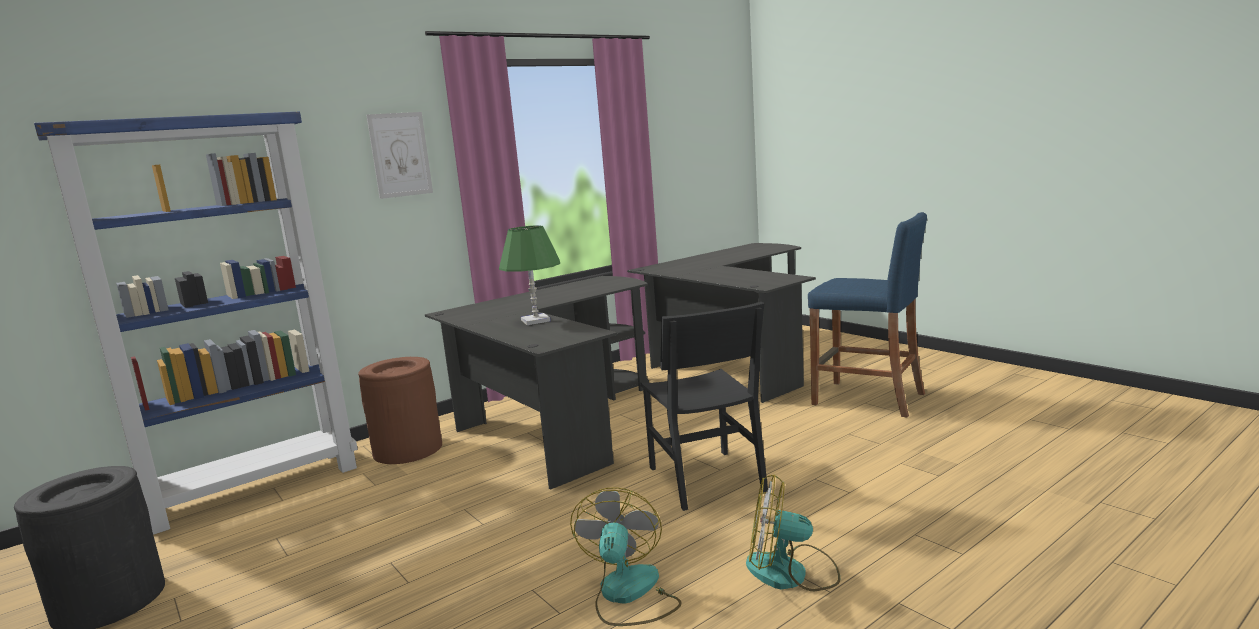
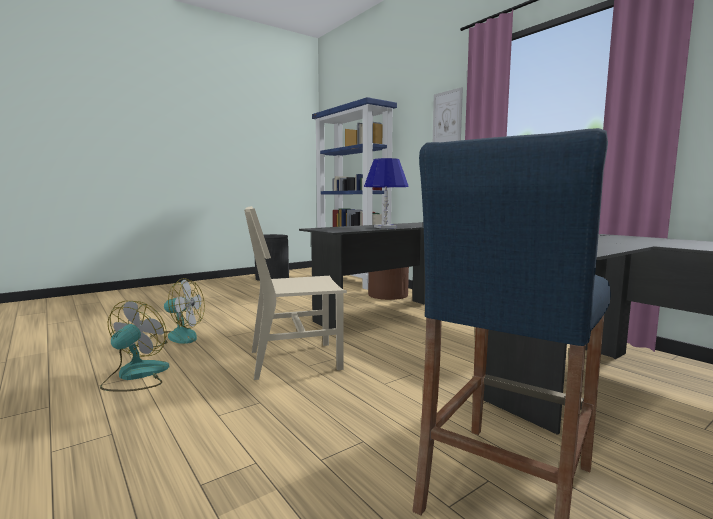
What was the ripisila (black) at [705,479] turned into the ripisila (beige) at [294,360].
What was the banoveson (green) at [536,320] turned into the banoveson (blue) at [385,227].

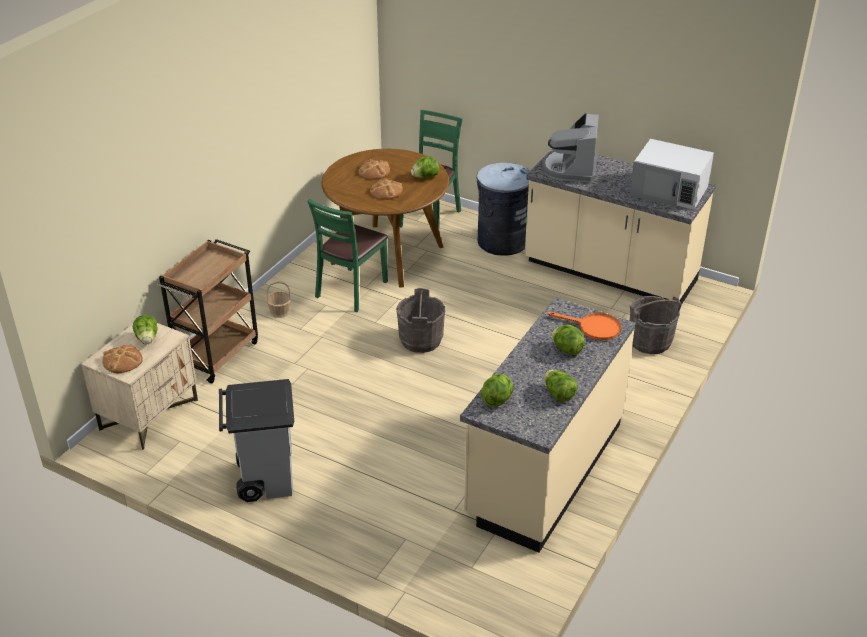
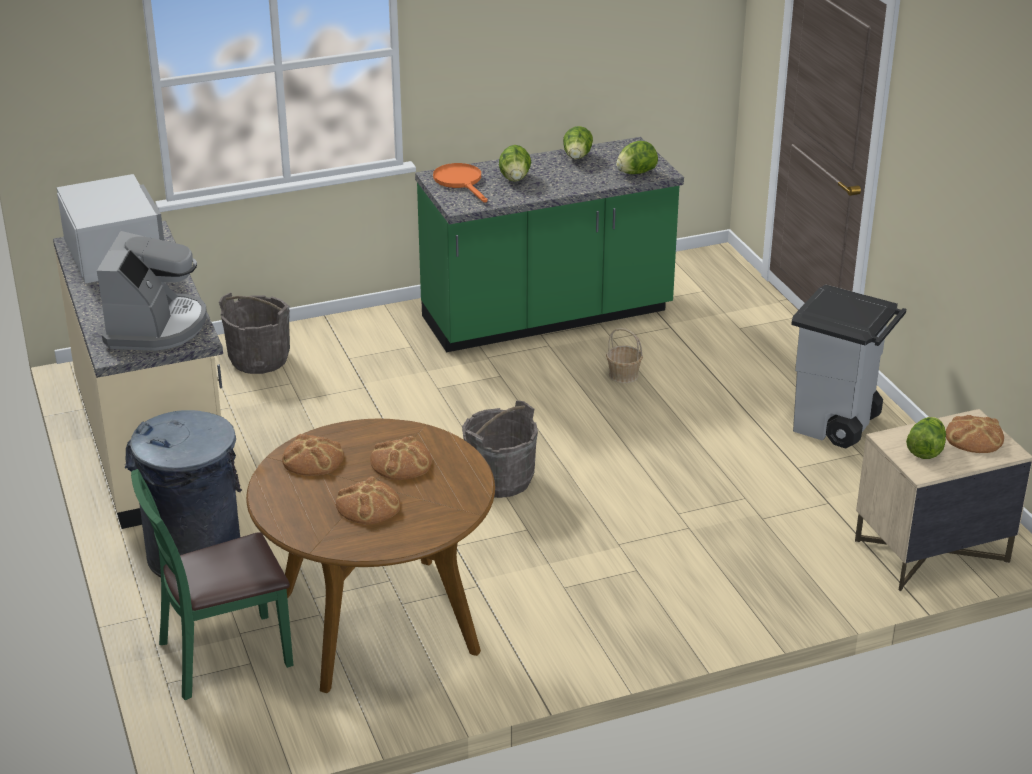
The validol at [571,168] ended up facing another way, 45 degrees counterclockwise from before.
Where the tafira stood at [425,177], the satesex came to stand at [313,458].
What was the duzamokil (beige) at [543,470] turned into the duzamokil (green) at [547,317].
The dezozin ended up elsewhere, having gone from [279,311] to [623,375].
The second view lost the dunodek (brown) at [217,353].
The second view lost the ripisila (green) at [351,290].

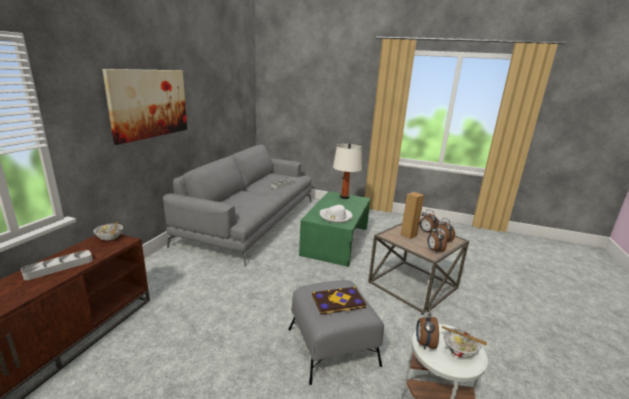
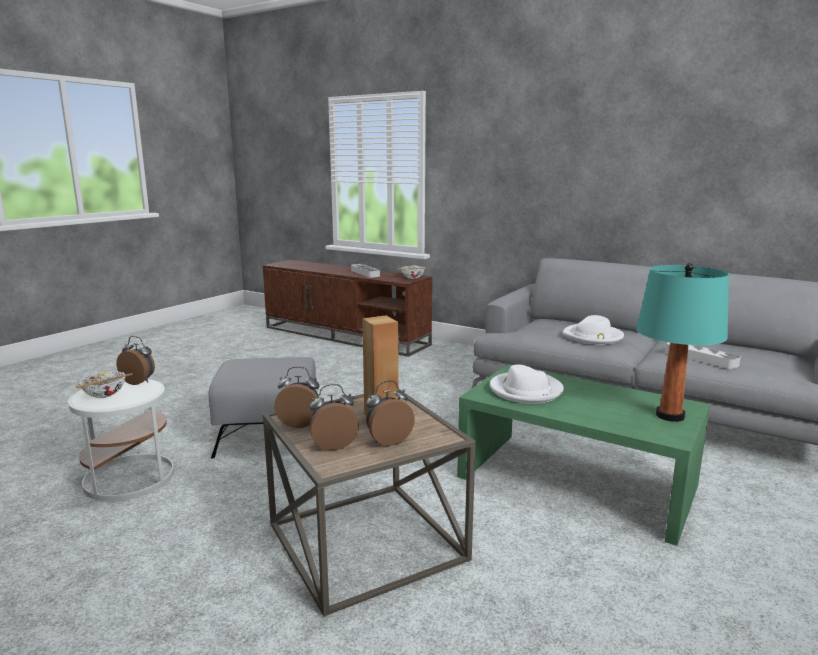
The second view gained the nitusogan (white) at [593,337].
What was the banoveson (white) at [344,197] turned into the banoveson (turquoise) at [669,416].
The second view lost the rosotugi at [149,103].
The second view lost the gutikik at [338,302].

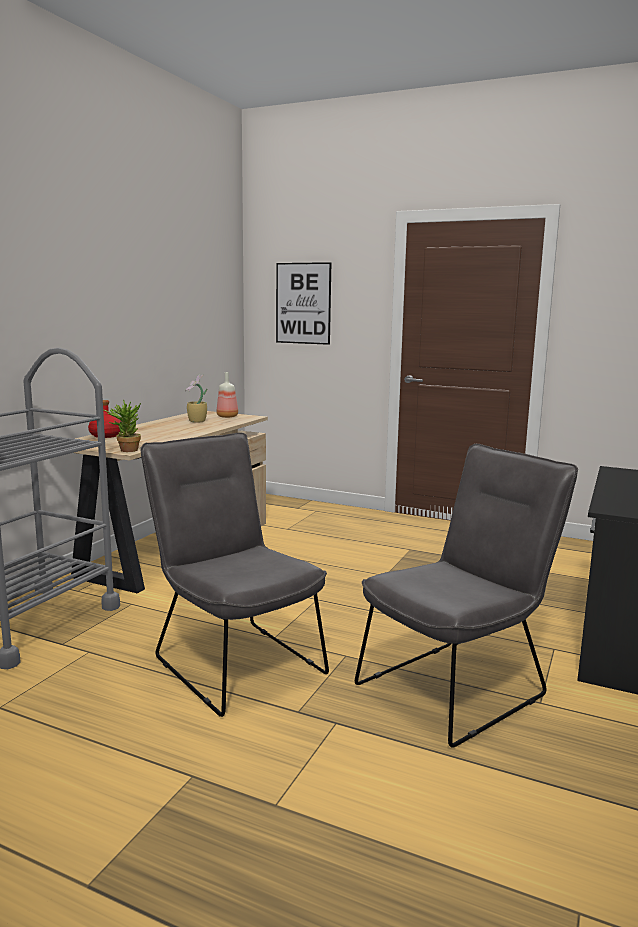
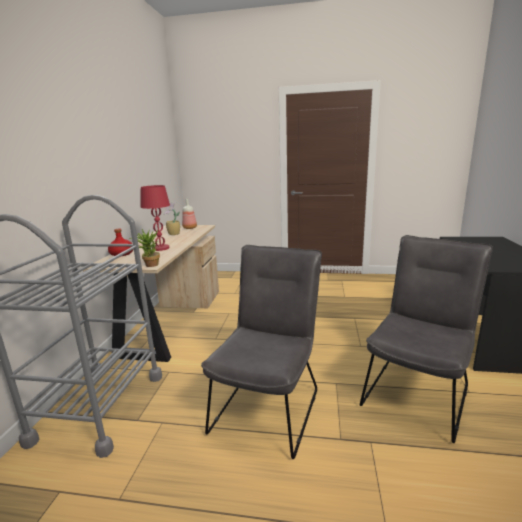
The second view gained the banoveson (red) at [160,248].
The ripisila (grey) at [233,660] ended up facing another way, 75 degrees clockwise from before.
The second view lost the rosotugi at [303,303].

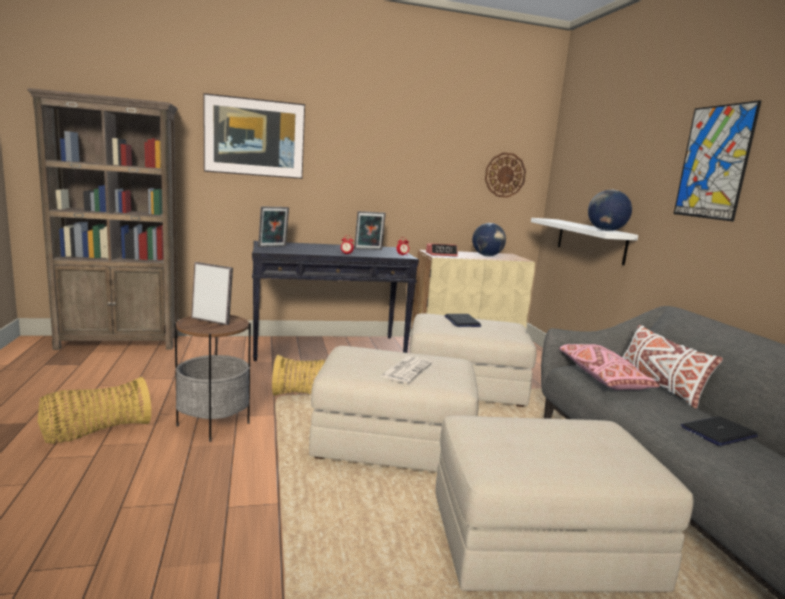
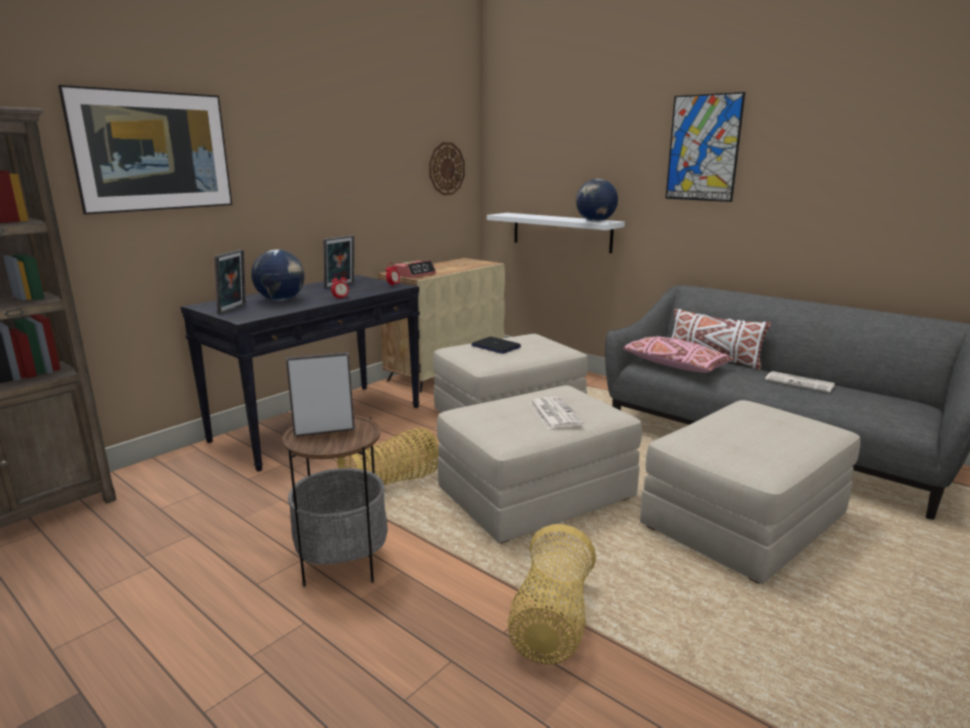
The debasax ended up elsewhere, having gone from [487,256] to [281,300].
The dezozin ended up elsewhere, having gone from [95,433] to [551,622].
Where the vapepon stood at [718,432], the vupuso came to stand at [800,383].

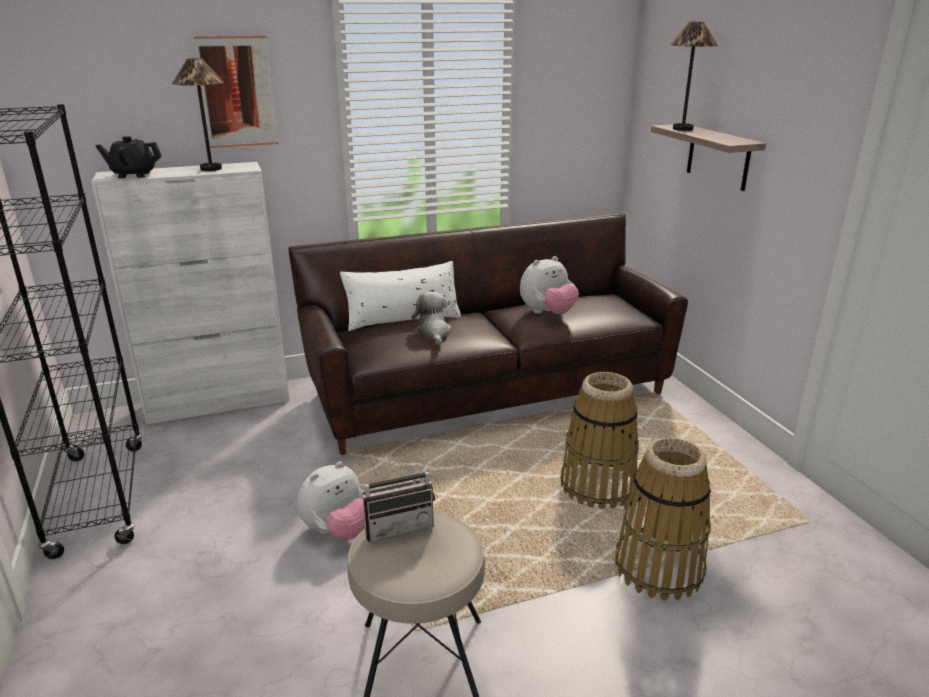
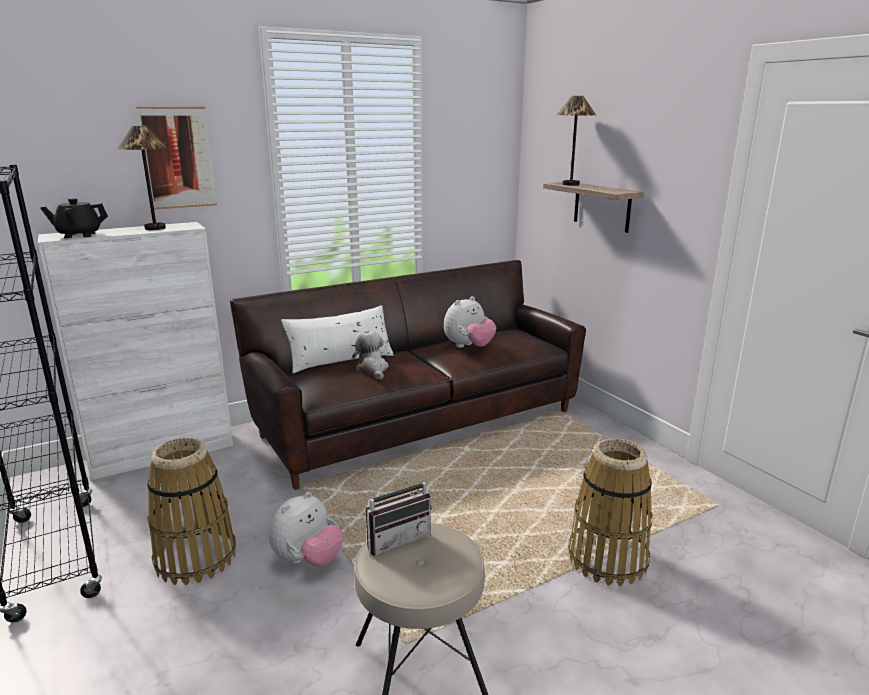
The dezozin ended up elsewhere, having gone from [598,486] to [196,557].

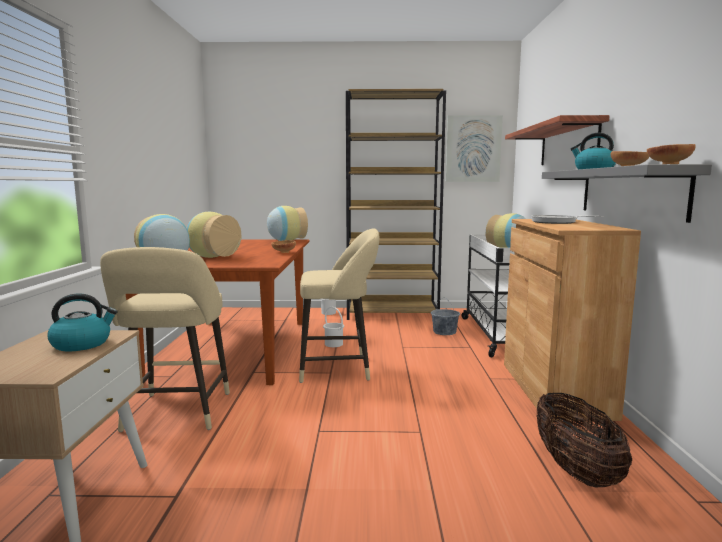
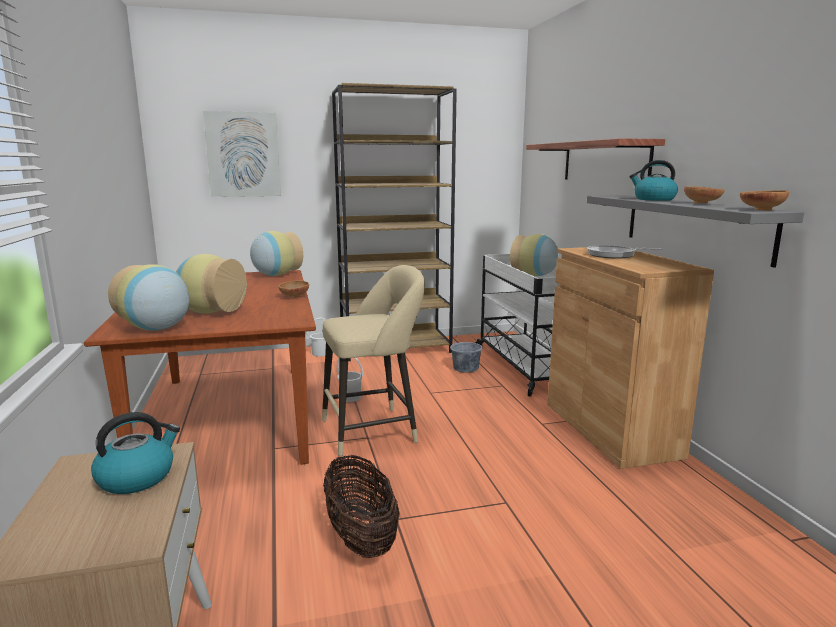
The rosotugi ended up elsewhere, having gone from [473,149] to [243,154].
The dezozin ended up elsewhere, having gone from [575,470] to [361,538].
The second view lost the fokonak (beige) at [176,414].

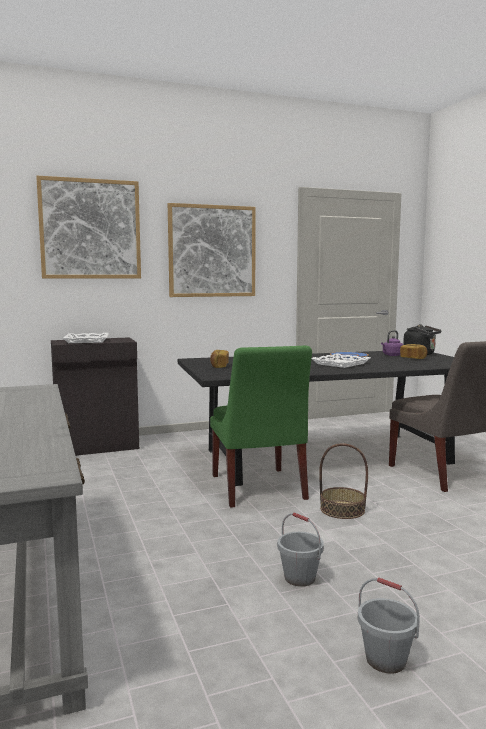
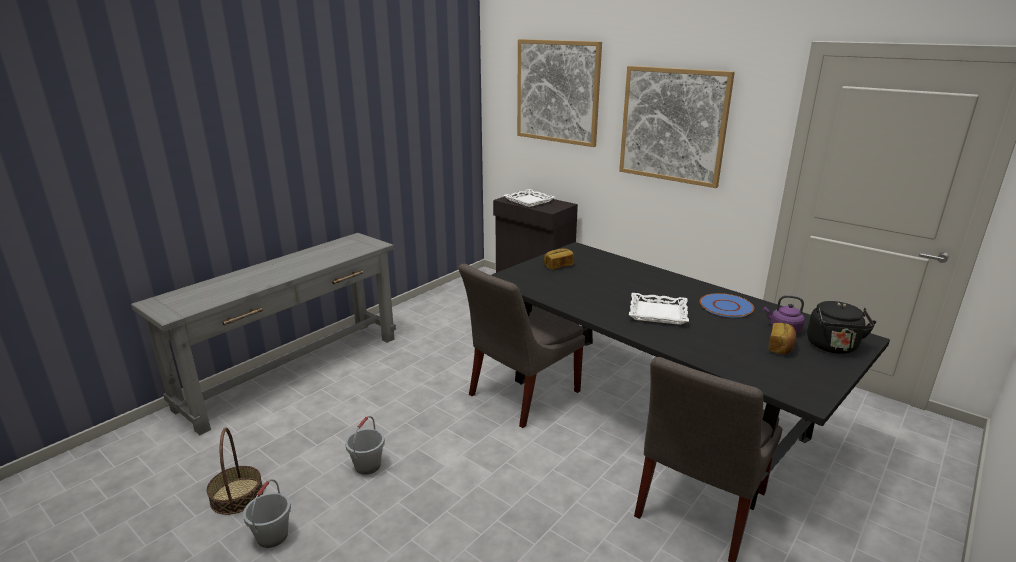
The dezozin ended up elsewhere, having gone from [342,510] to [237,496].
What was the ripisila (green) at [258,489] turned into the ripisila (grey) at [520,395].

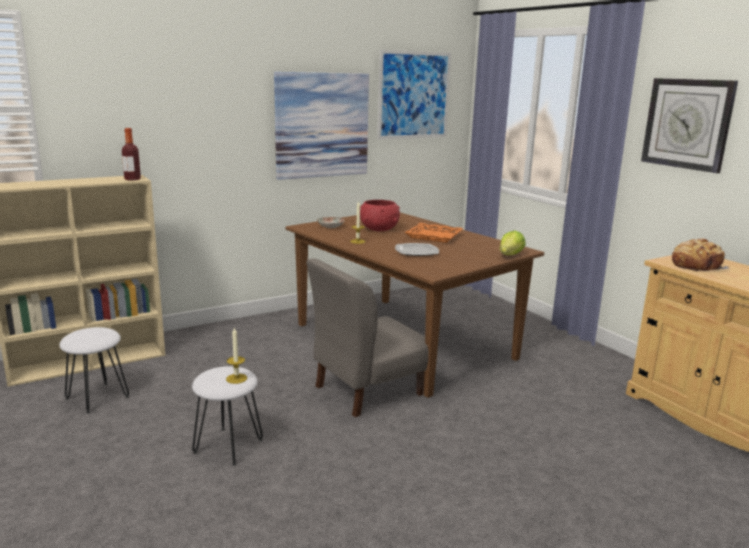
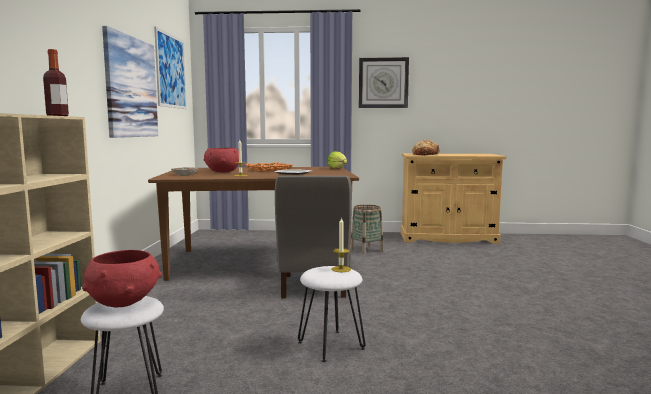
The second view gained the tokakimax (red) at [124,302].
The second view gained the dezozin at [366,249].

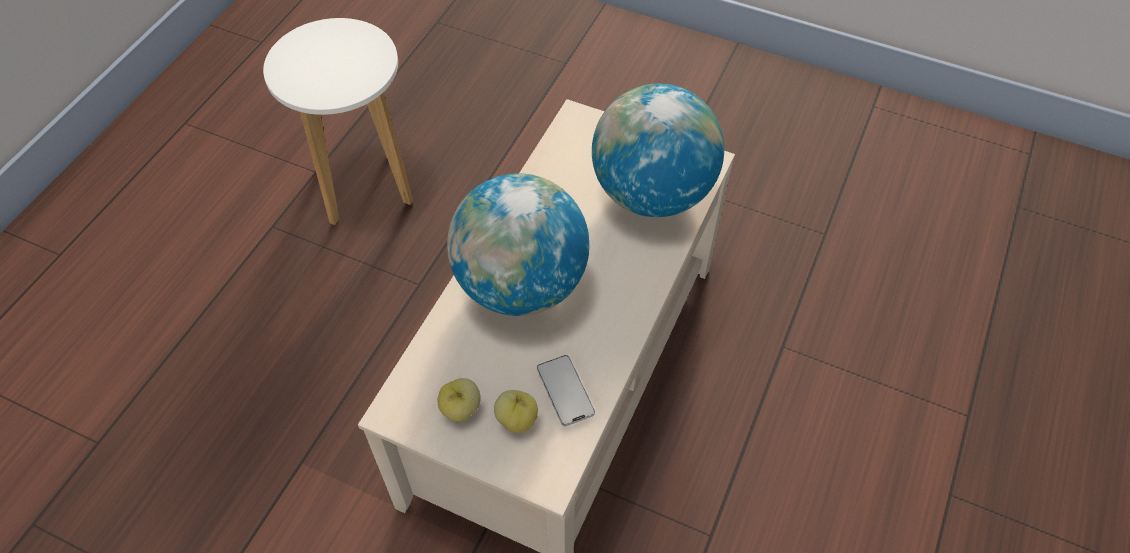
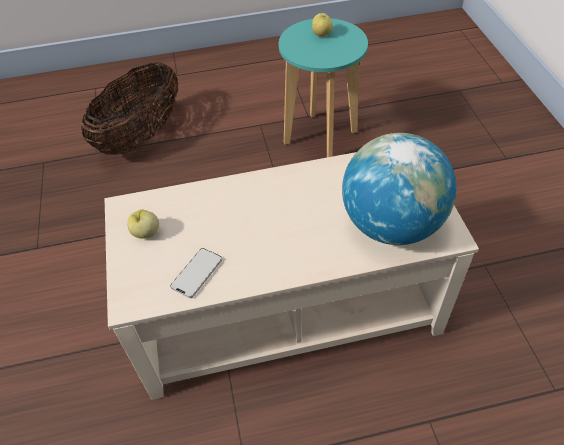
The second view gained the dezozin at [141,136].
What was the fokonak (white) at [363,184] turned into the fokonak (turquoise) at [320,137].
The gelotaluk ended up elsewhere, having gone from [517,419] to [322,34].
The second view lost the debasax at [521,285].

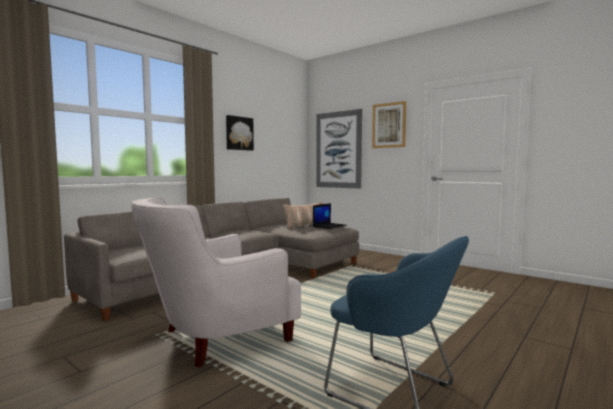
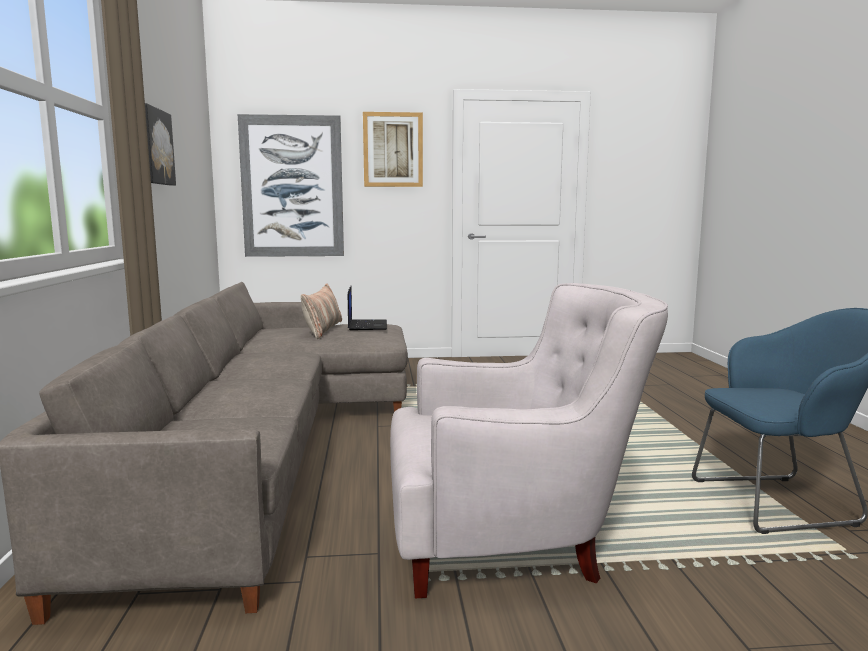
The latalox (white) at [216,337] ended up facing another way, 105 degrees counterclockwise from before.

